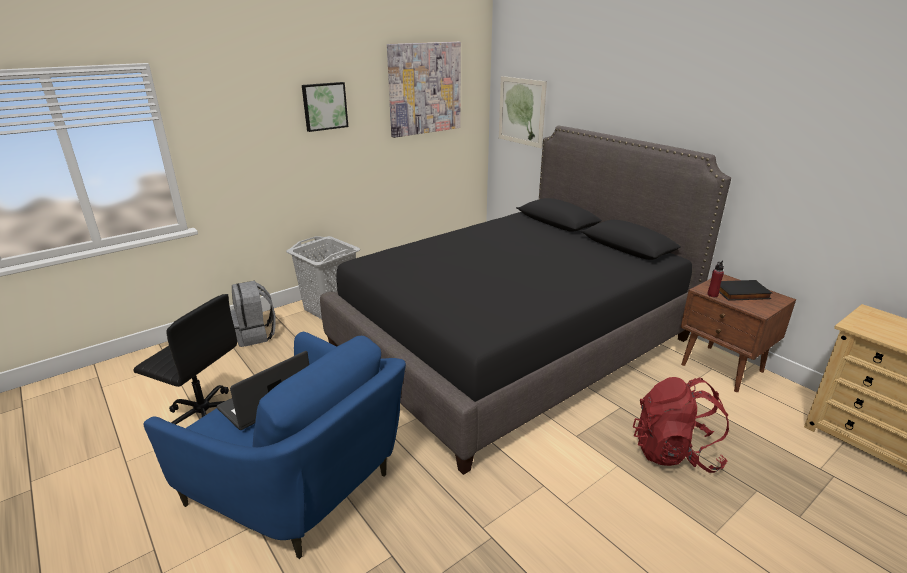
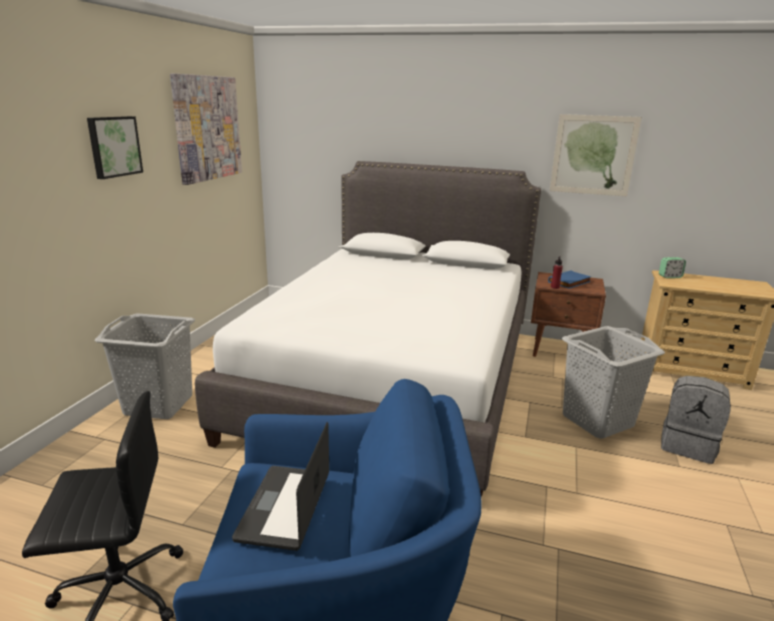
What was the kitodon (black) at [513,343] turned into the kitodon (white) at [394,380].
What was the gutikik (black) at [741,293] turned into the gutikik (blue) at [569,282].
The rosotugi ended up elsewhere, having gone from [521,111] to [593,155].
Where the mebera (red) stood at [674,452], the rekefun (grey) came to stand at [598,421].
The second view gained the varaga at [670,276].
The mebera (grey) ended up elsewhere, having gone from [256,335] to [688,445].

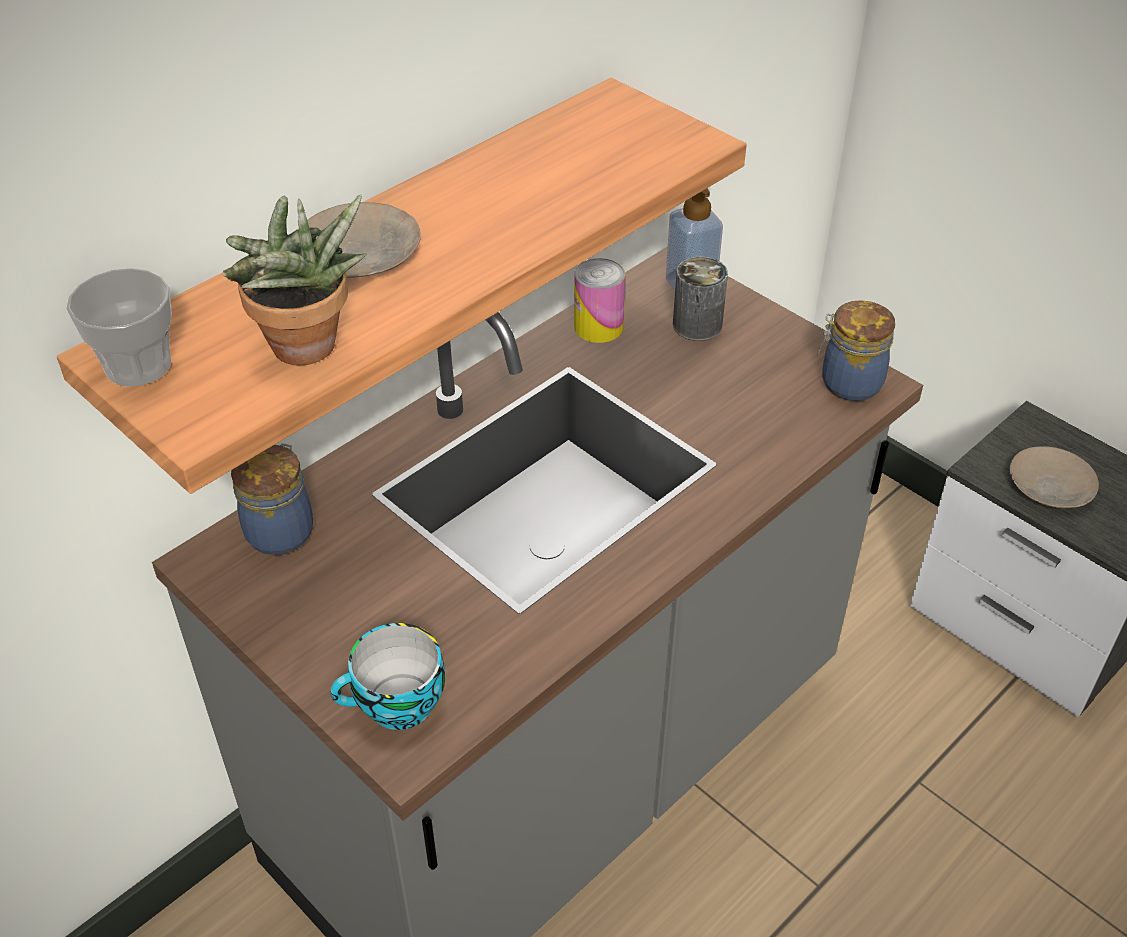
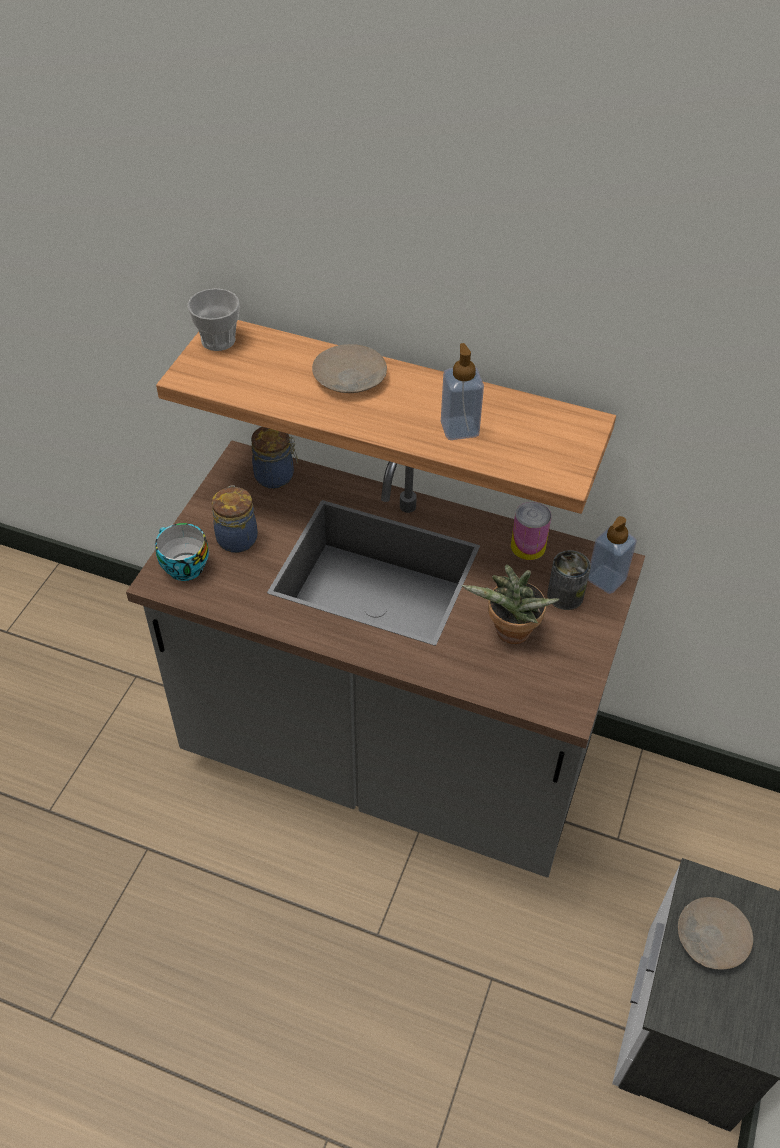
The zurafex ended up elsewhere, having gone from [848,383] to [237,537].
The second view gained the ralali at [459,428].
The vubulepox ended up elsewhere, having gone from [308,352] to [509,634].

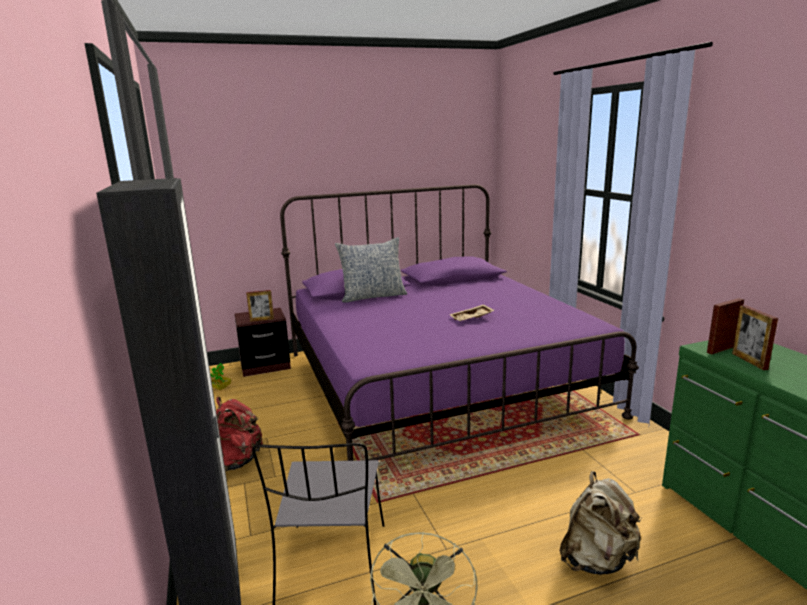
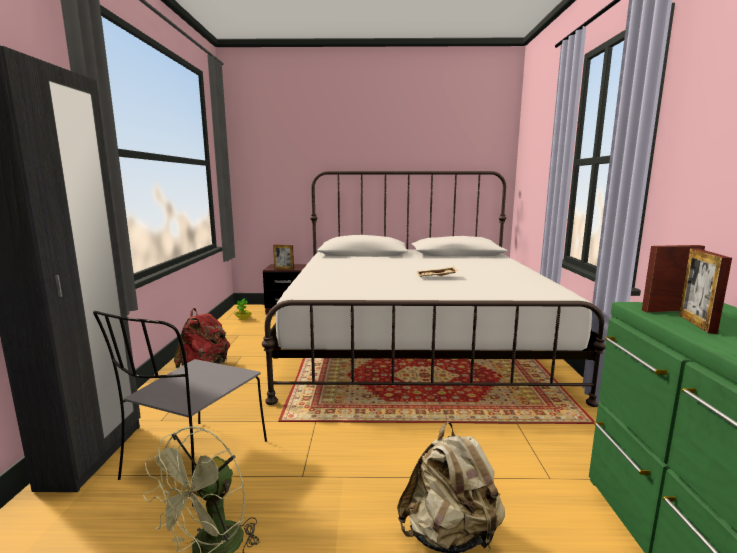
What was the kitodon (purple) at [437,382] turned into the kitodon (white) at [414,341].
The second view lost the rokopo at [373,296].

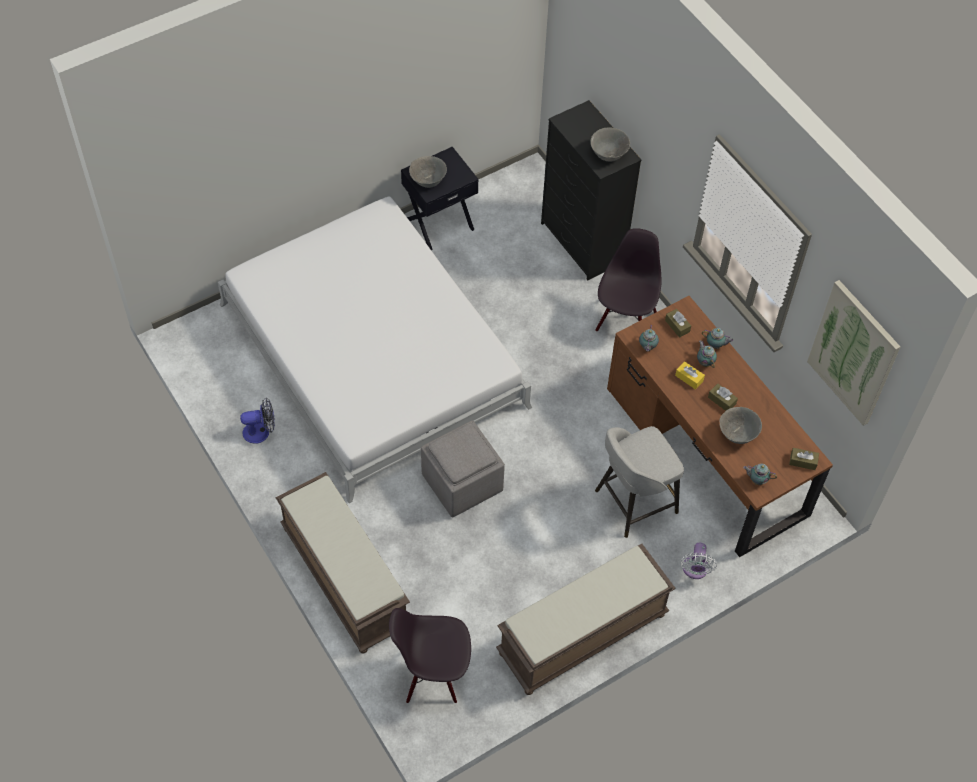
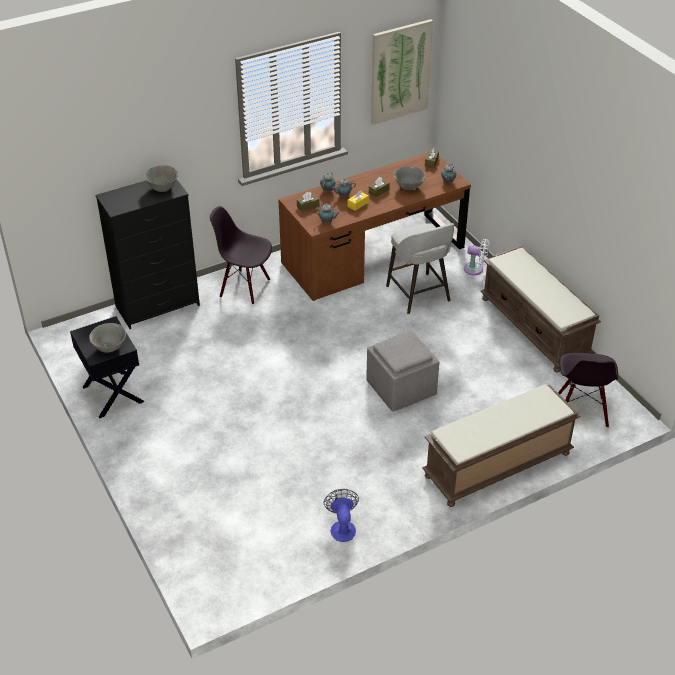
The second view lost the kitodon (white) at [372,355].

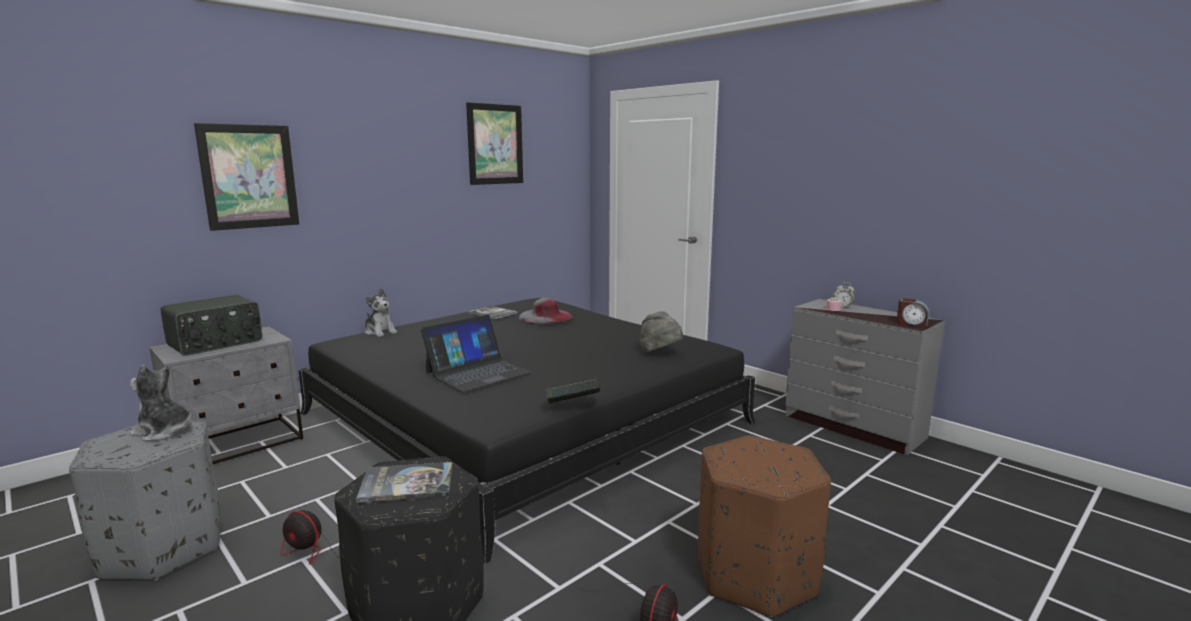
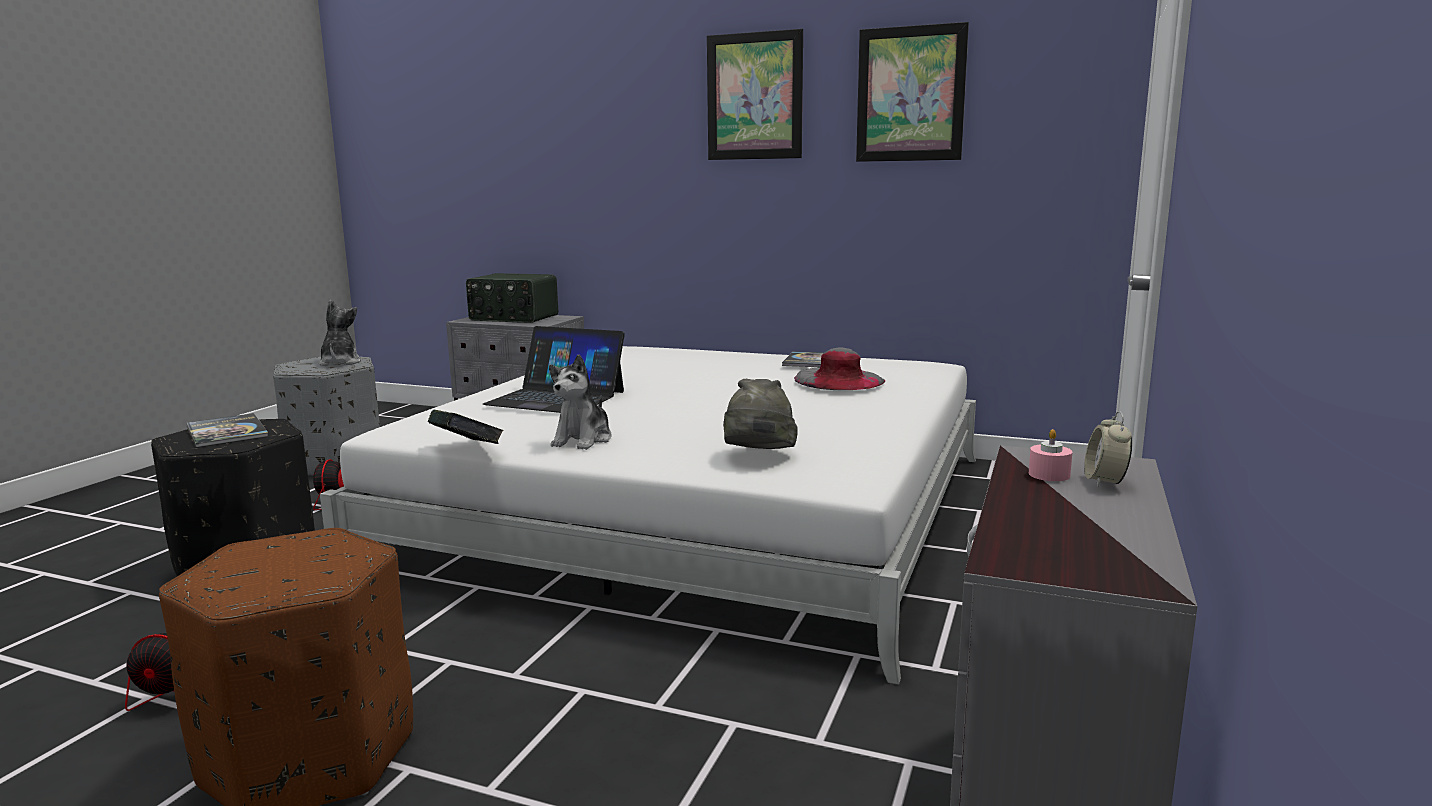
What was the kitodon (black) at [524,418] turned into the kitodon (white) at [700,509].
The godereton ended up elsewhere, having gone from [380,332] to [583,440].
The rosotugi ended up elsewhere, having gone from [249,176] to [754,96].
The second view lost the varaga at [911,323].

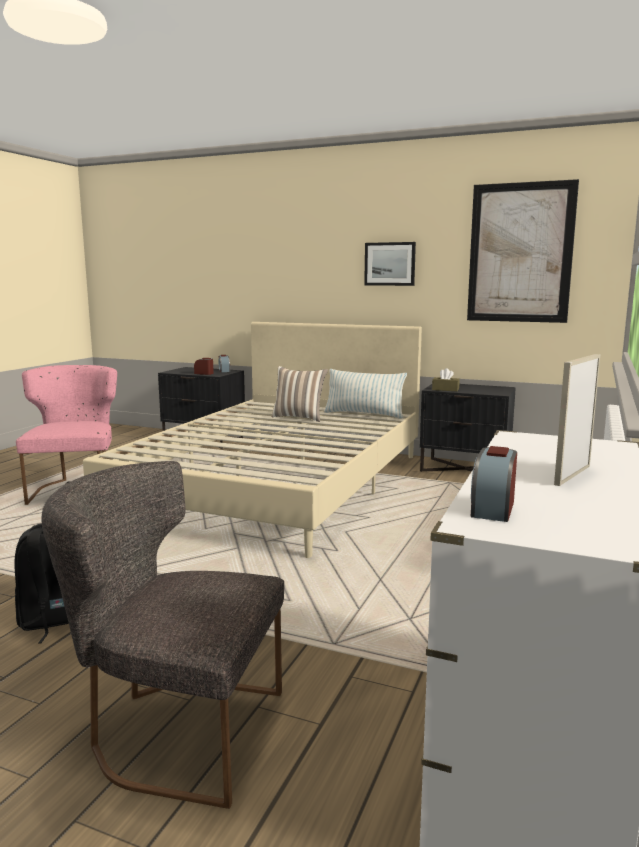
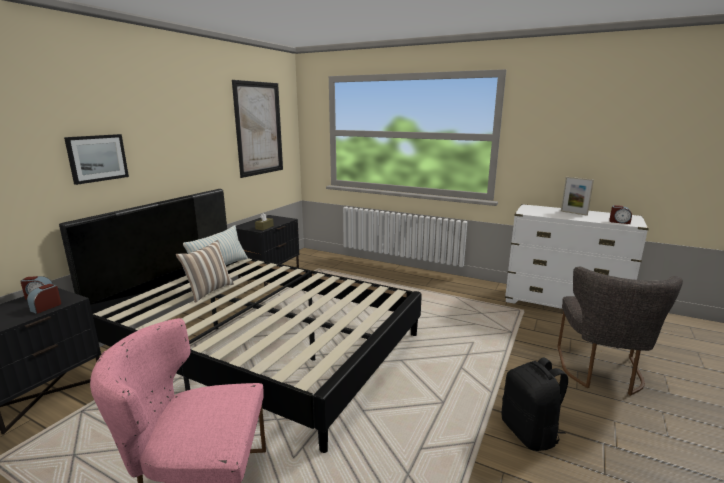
What was the kitodon (beige) at [278,483] turned into the kitodon (black) at [261,343].
The rosotugi ended up elsewhere, having gone from [390,264] to [97,158].

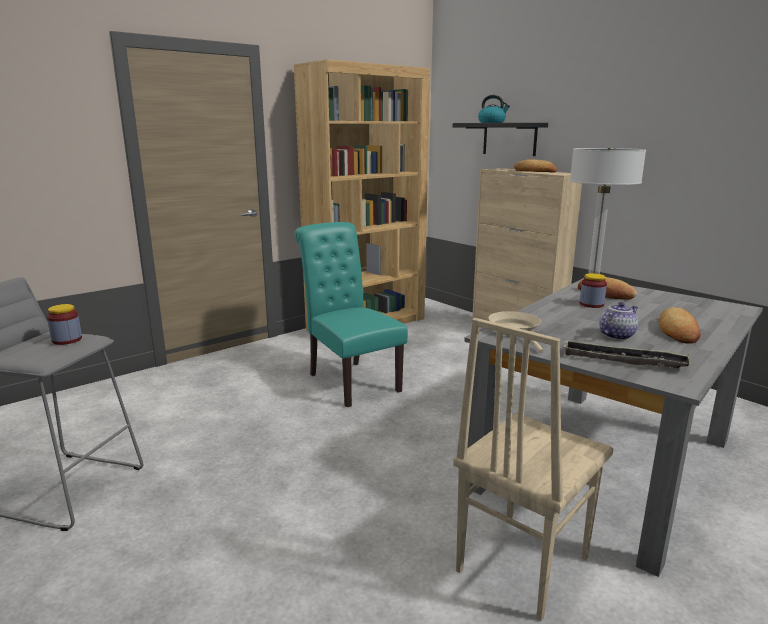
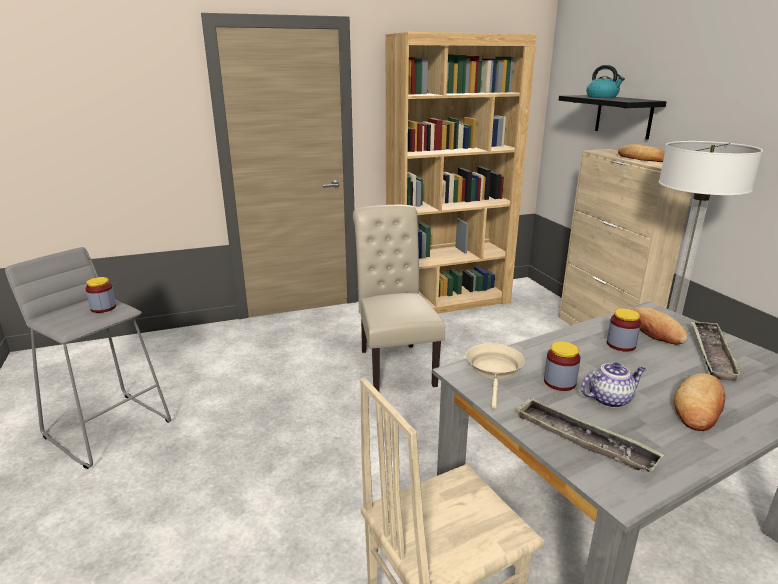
What was the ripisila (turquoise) at [350,380] turned into the ripisila (beige) at [394,364].
The second view gained the zurafex at [559,382].
The second view gained the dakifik at [712,354].

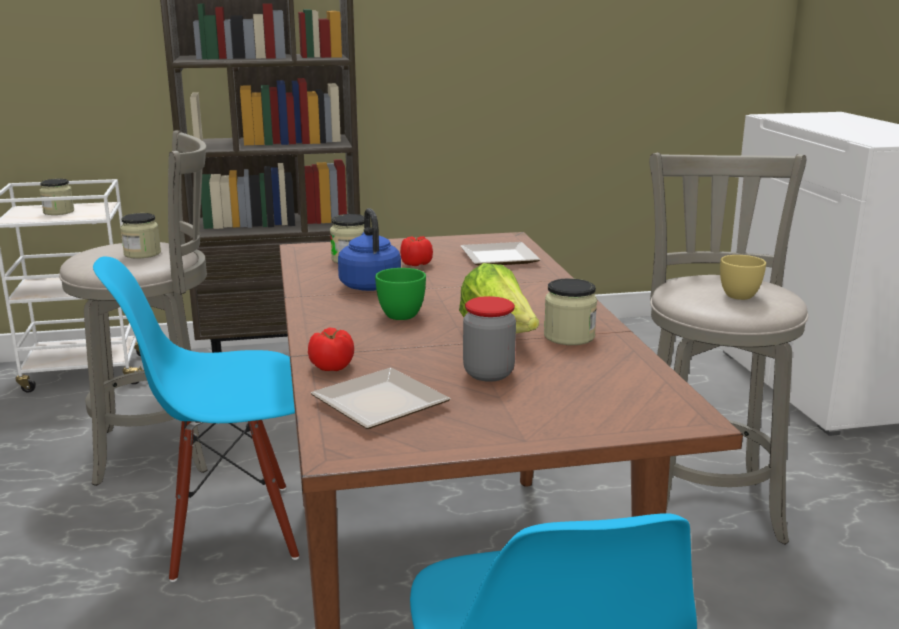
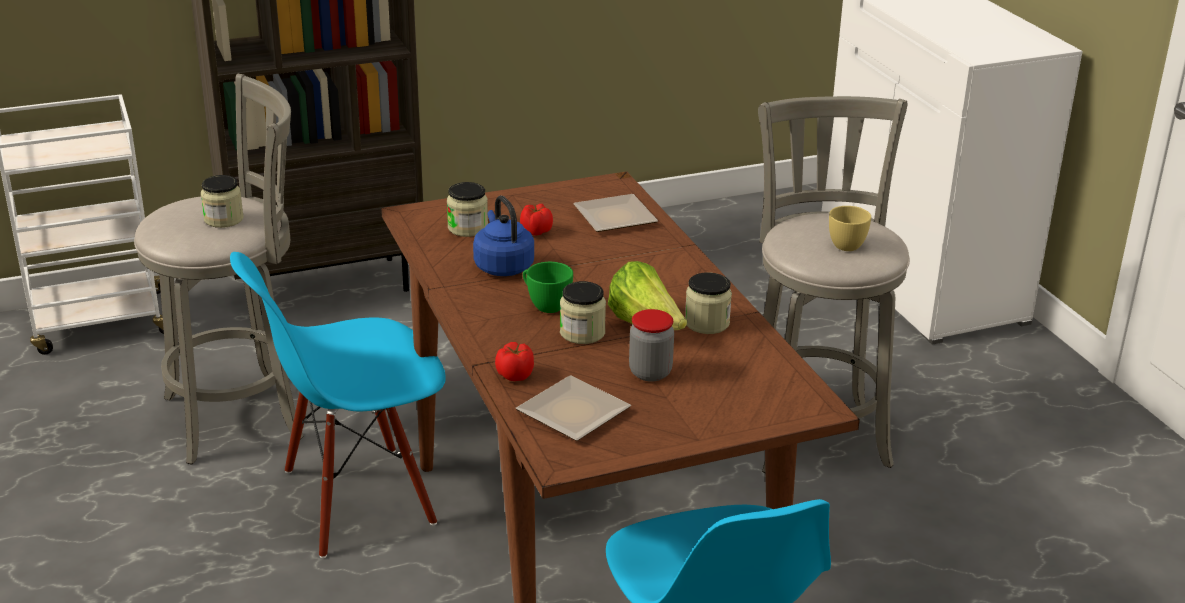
The zurafex ended up elsewhere, having gone from [58,212] to [582,333].

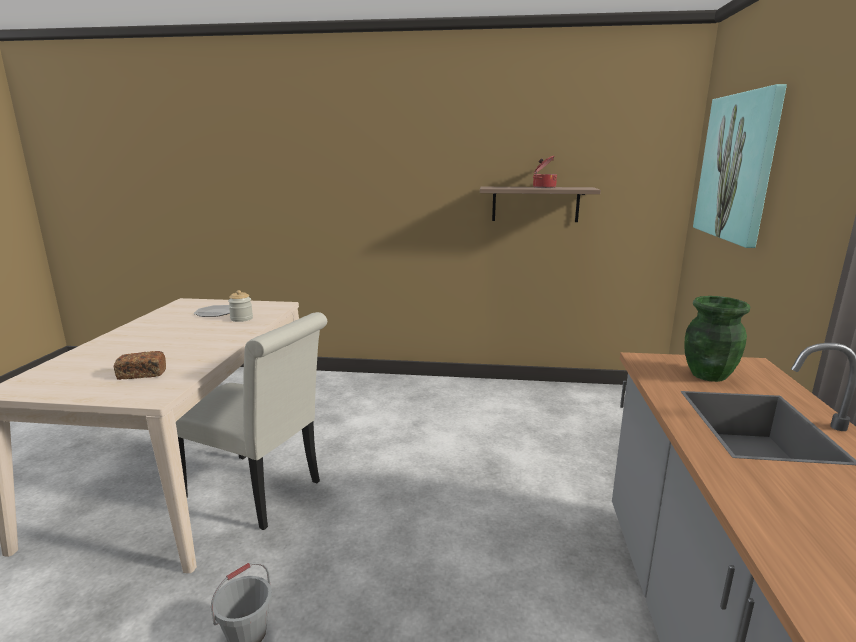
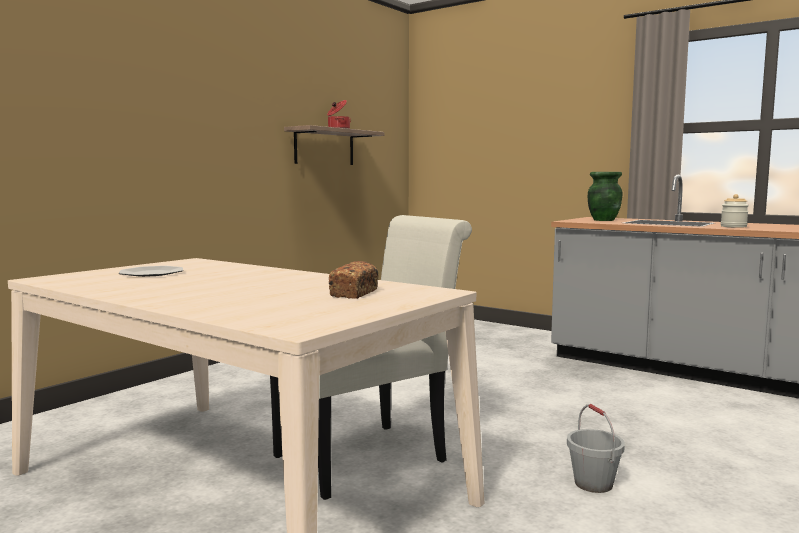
The zurafex ended up elsewhere, having gone from [241,318] to [733,226].
The second view lost the rosotugi at [737,167].

